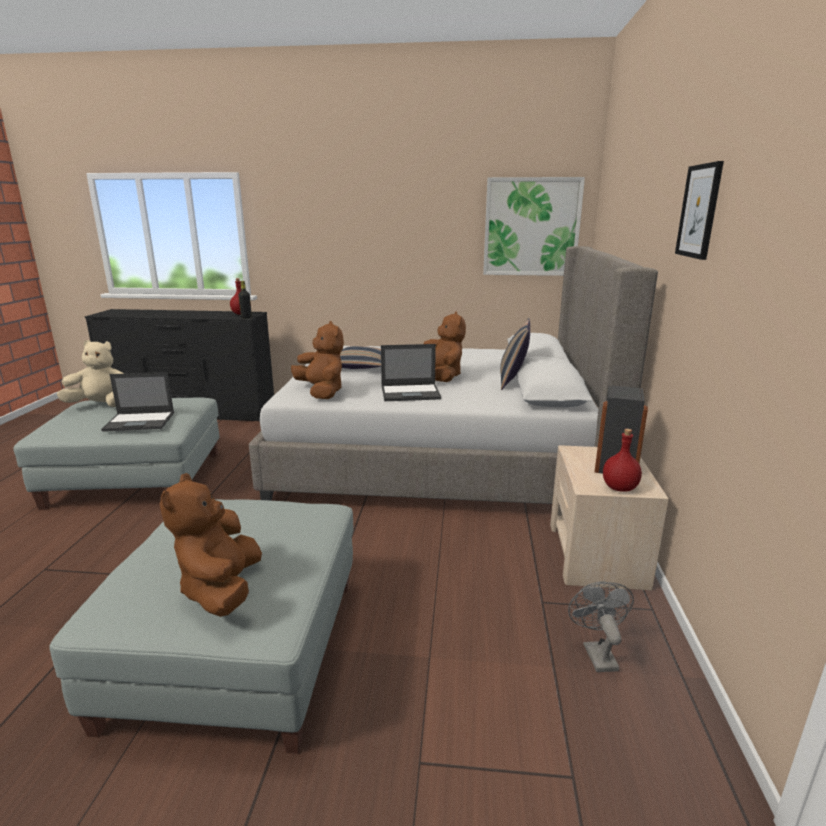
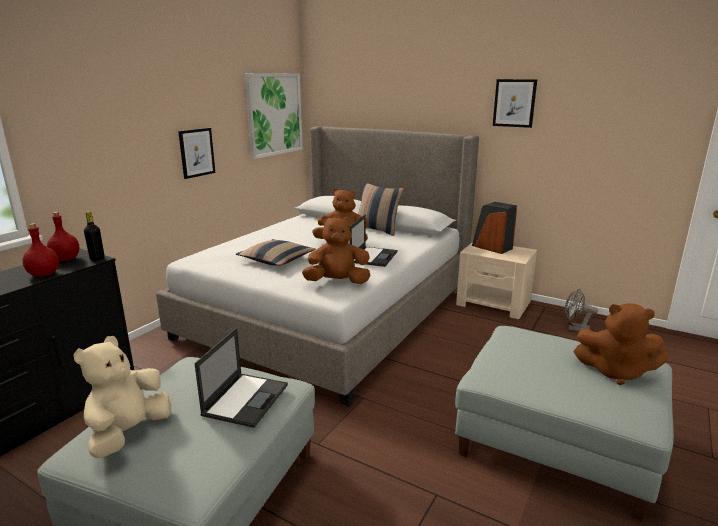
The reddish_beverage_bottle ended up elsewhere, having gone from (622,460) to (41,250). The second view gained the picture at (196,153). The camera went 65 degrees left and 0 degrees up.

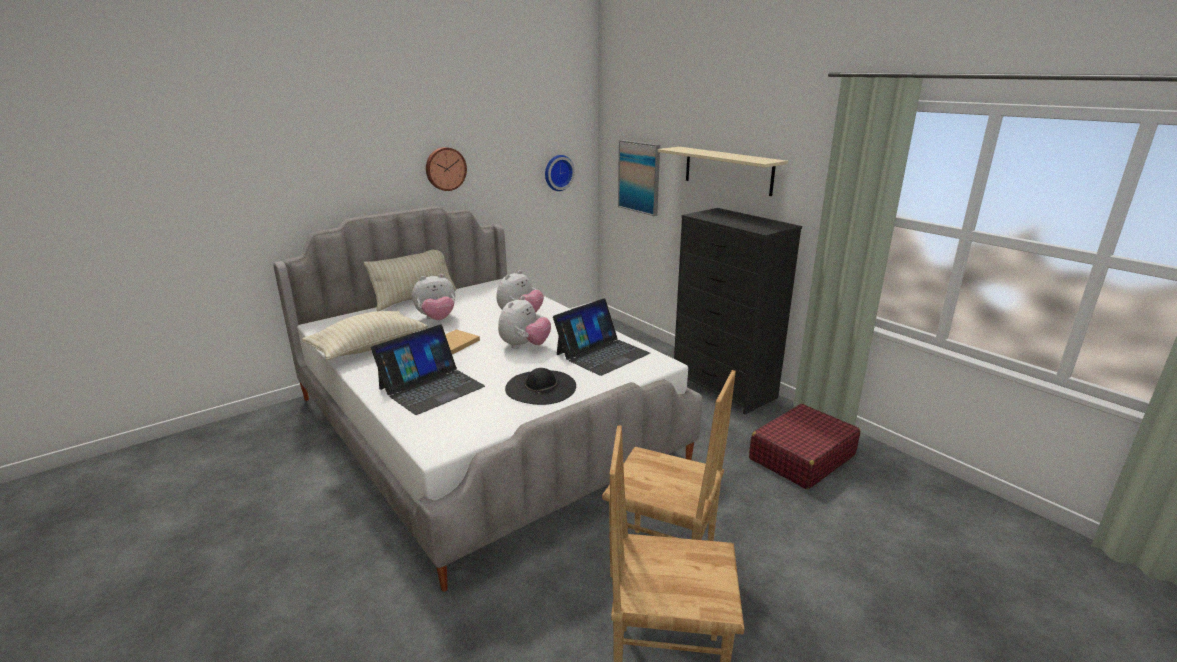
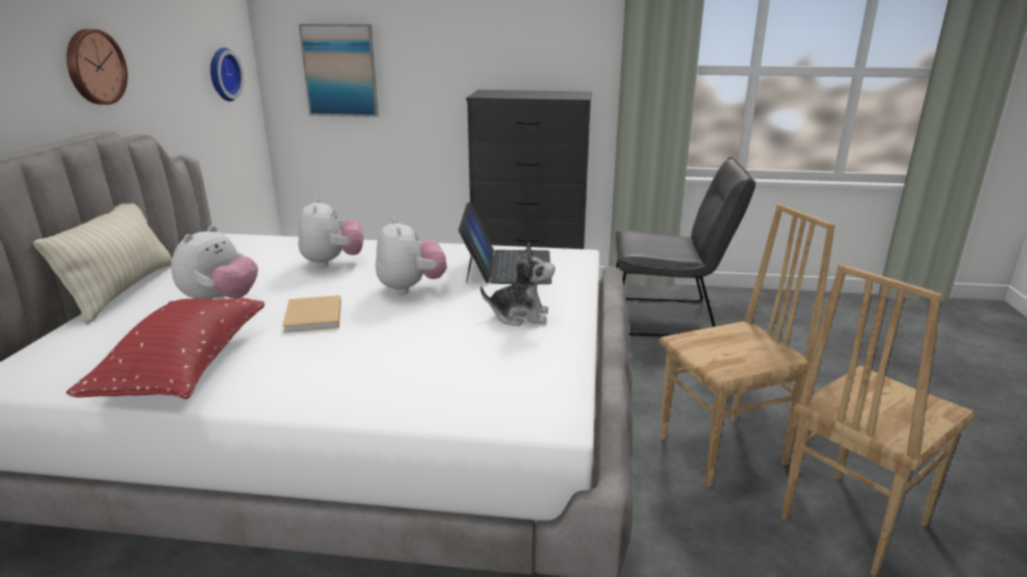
What was the sand-coloured_throw_pillow at (365,335) turned into the reddish_throw_pillow at (165,348). Where the black-coloured_clothing_hat stood at (540,386), the cuddly_toy came to stand at (517,284). Where the reddish_suitcase stood at (804,446), the gray_upright_chair came to stand at (685,247). The second view lost the notebook_computer at (428,369). The second view lost the sand-coloured_wall_shelf at (723,171). The camera went 45 degrees left and 0 degrees up.

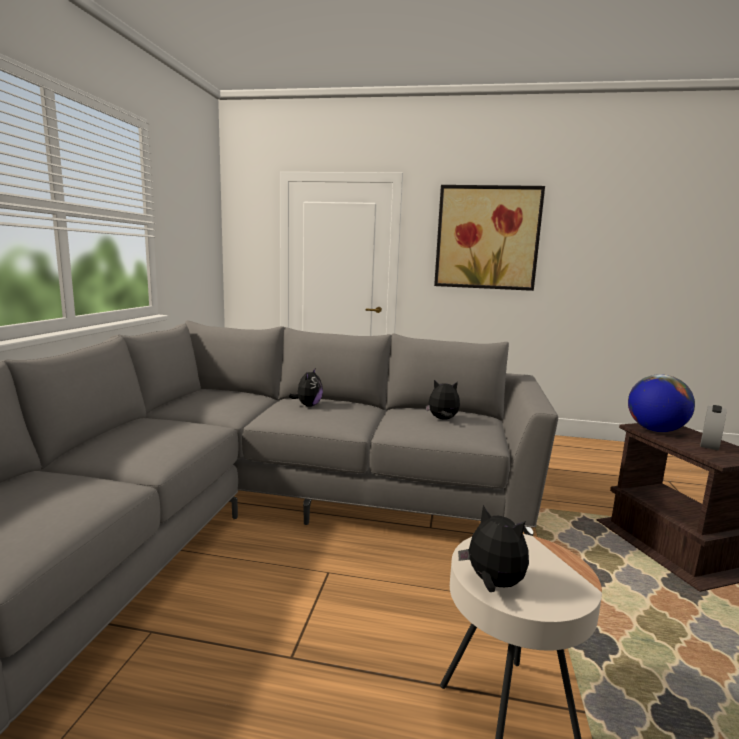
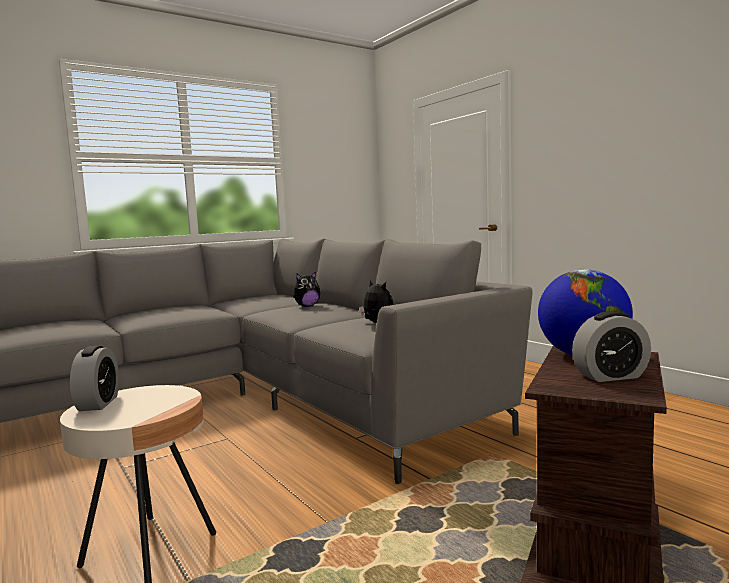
Where the cuddly_toy stood at (493,548), the alarm_clock came to stand at (94,378). The second view lost the picture at (489,238). The camera went 45 degrees right and 5 degrees down.

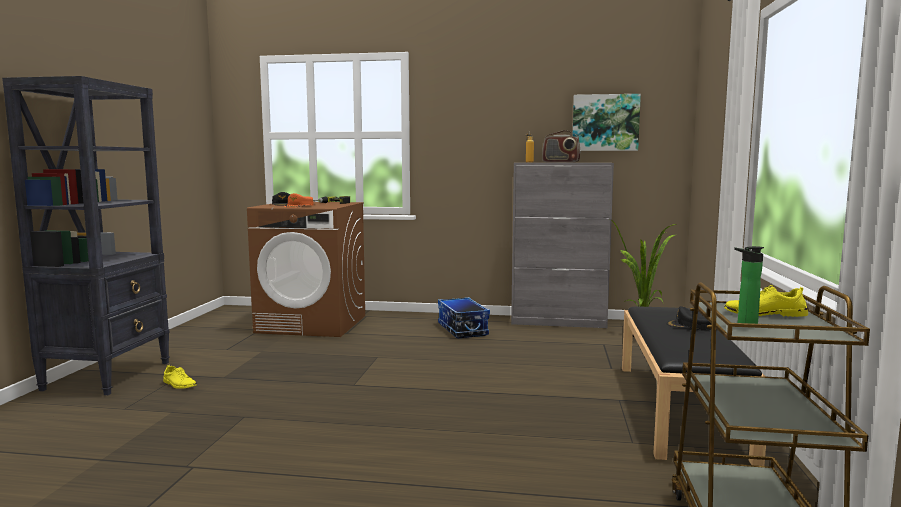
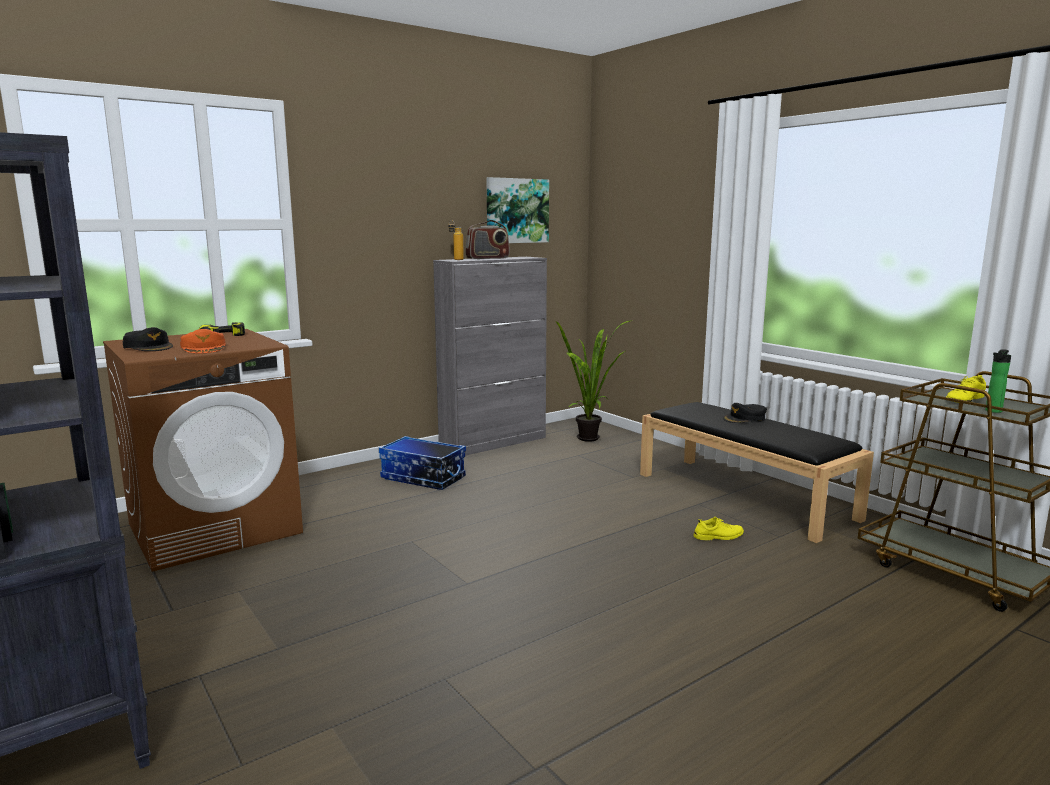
The yellowish_low_shoe ended up elsewhere, having gone from (180,377) to (718,528). The camera went 45 degrees left and 5 degrees up.

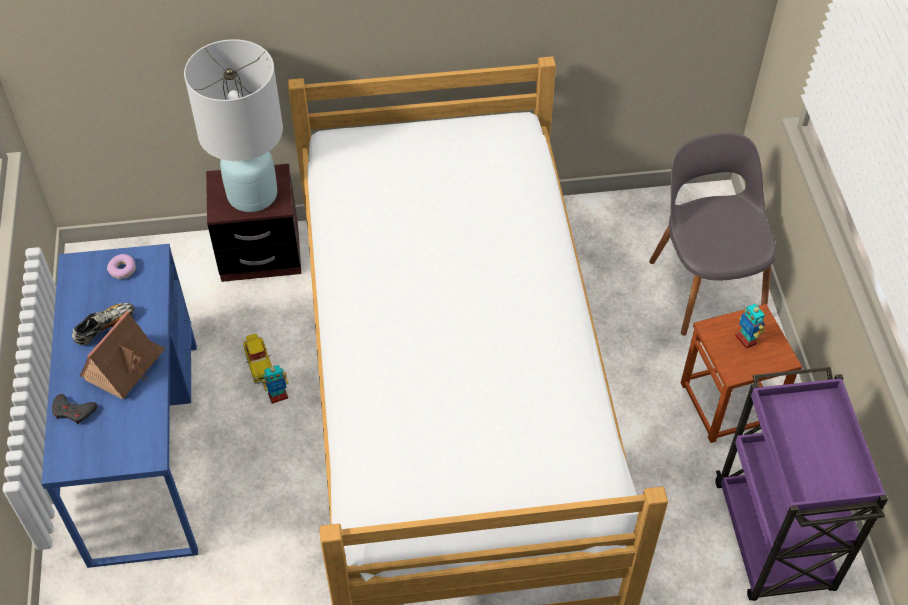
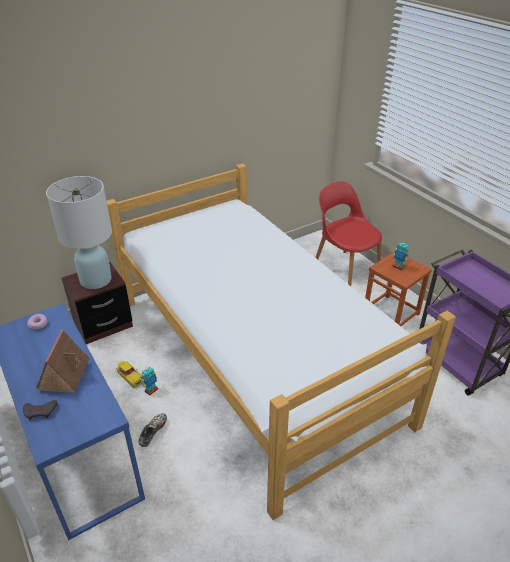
The low_shoe ended up elsewhere, having gone from (103,324) to (152,430). What was the gray_upright_chair at (712,234) turned into the reddish_upright_chair at (348,233). The camera went 25 degrees left and 15 degrees down.

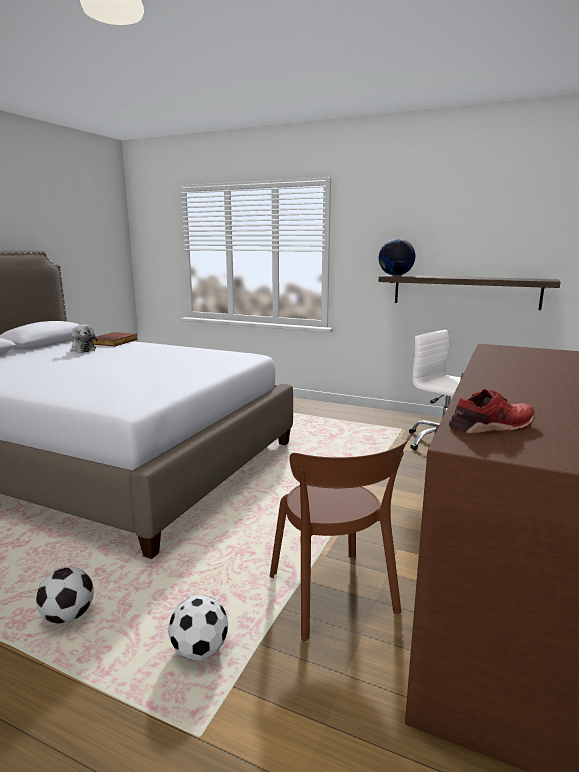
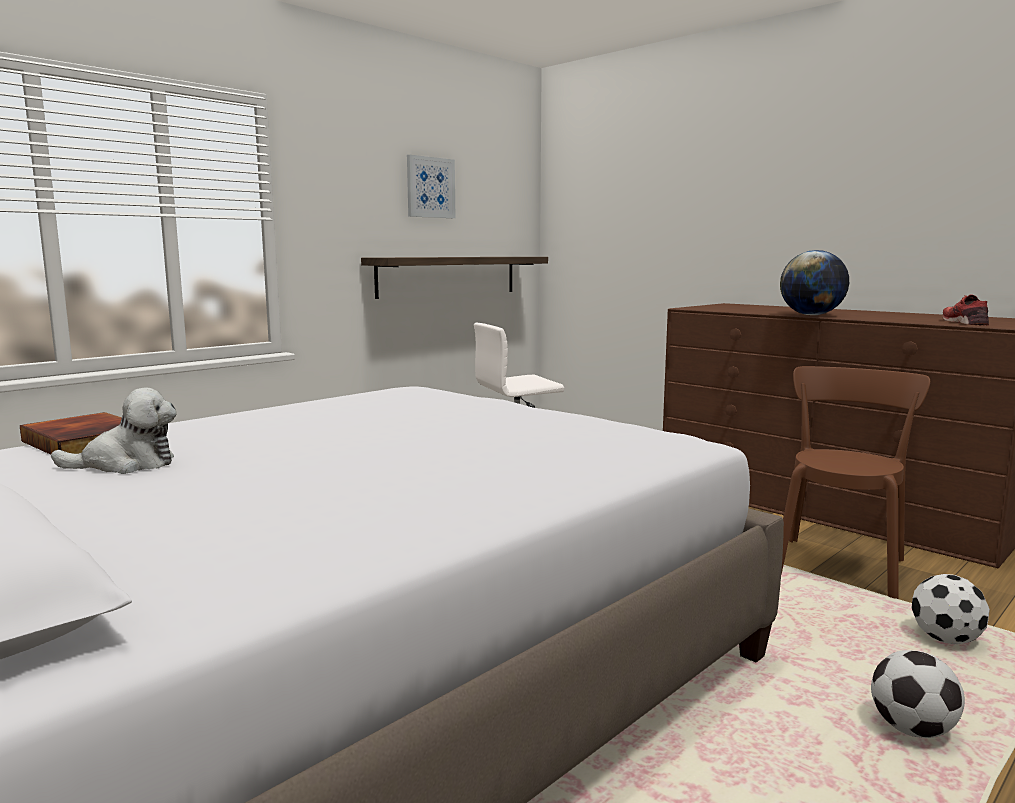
The second view gained the picture at (431,186). The desk_globe ended up elsewhere, having gone from (397,257) to (814,282). The brown-coloured_upright_chair at (340,538) ended up facing another way, 60 degrees counterclockwise from before. The camera went 70 degrees left and 5 degrees down.

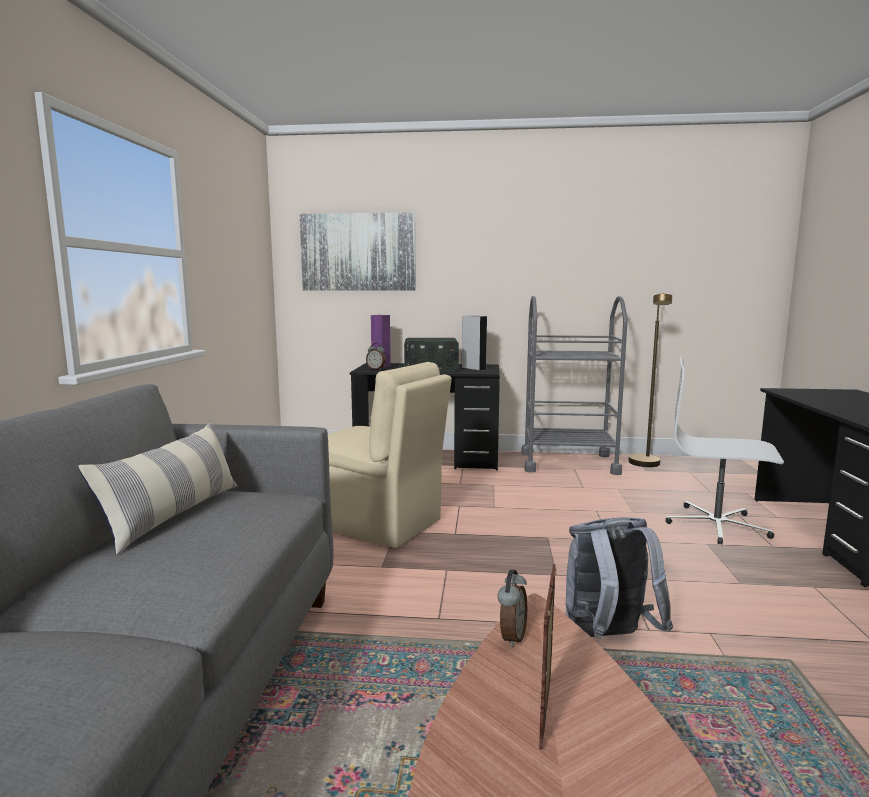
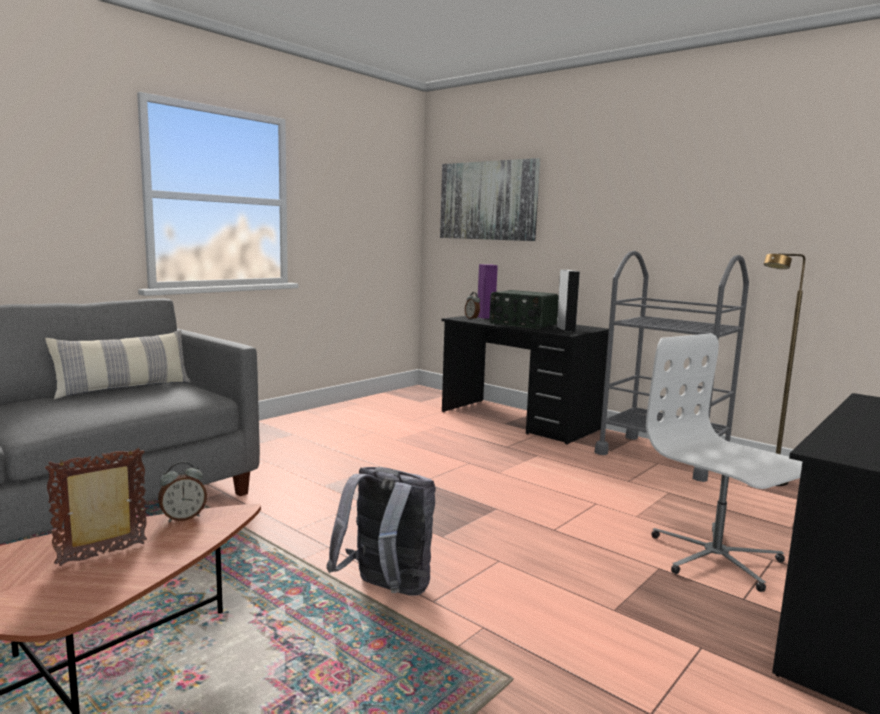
The second view lost the sand-coloured_upright_chair at (390,455). The camera went 35 degrees right and 0 degrees up.

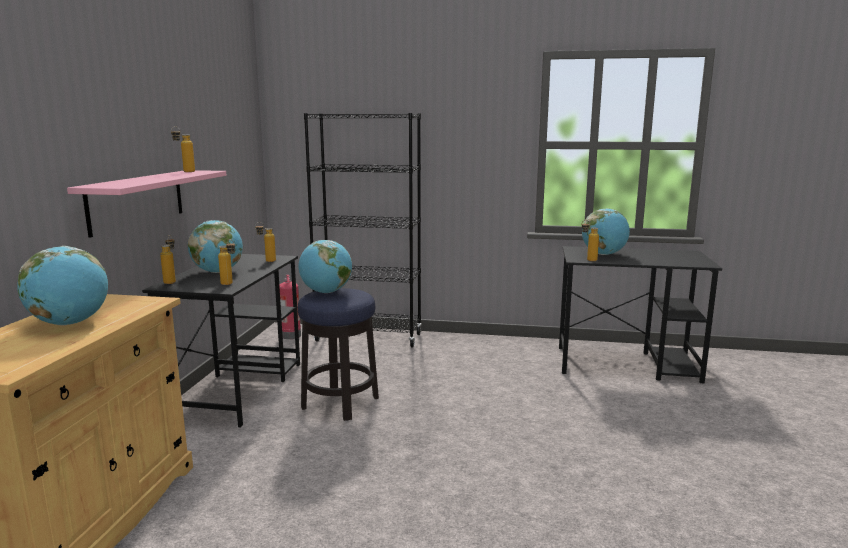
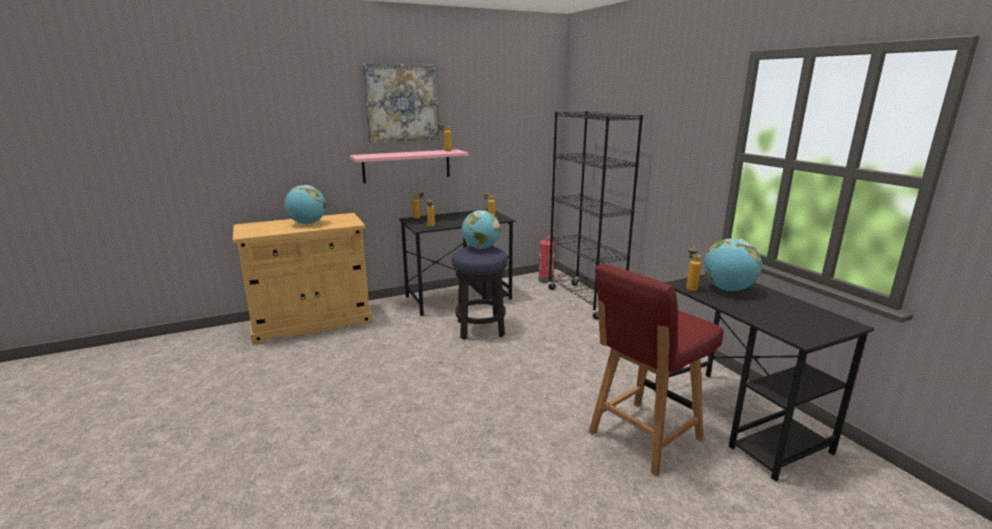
The second view gained the picture at (400,103). The second view gained the reddish_upright_chair at (656,369). The second view lost the desk_globe at (215,246). The camera went 55 degrees right and 5 degrees up.

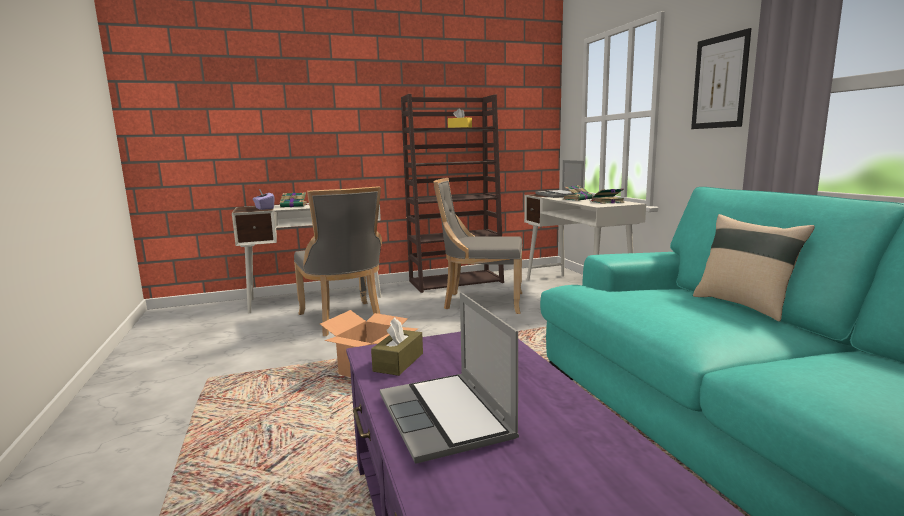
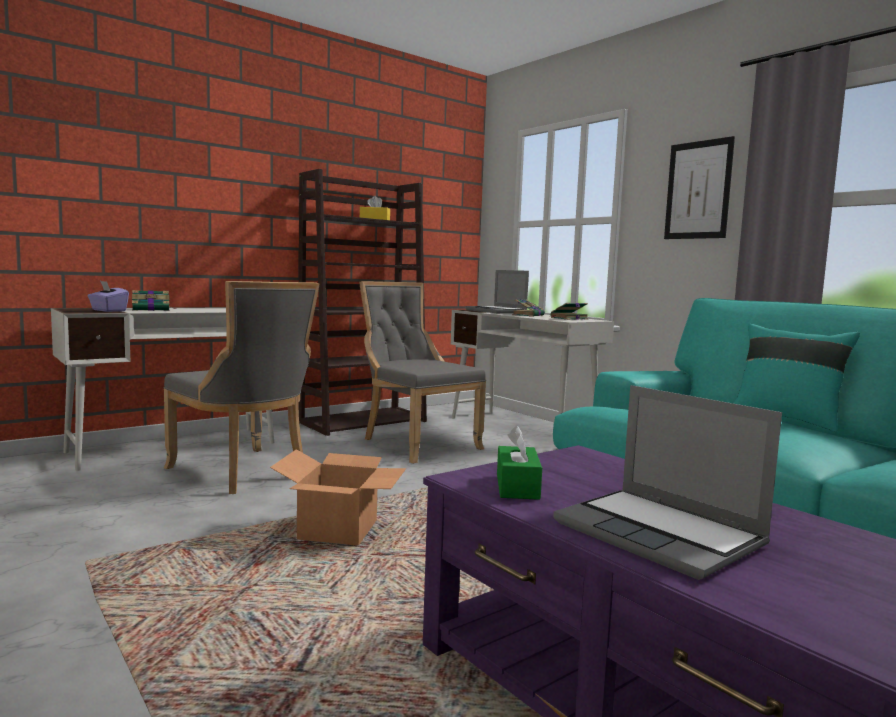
The gray_upright_chair at (478,246) ended up facing another way, 60 degrees clockwise from before. What was the brown-coloured_tissue_holder at (397,346) turned into the green-coloured_tissue_holder at (519,463). What was the sand-coloured_throw_pillow at (754,268) turned into the turquoise-coloured_throw_pillow at (796,377). The camera went 20 degrees left and 5 degrees down.

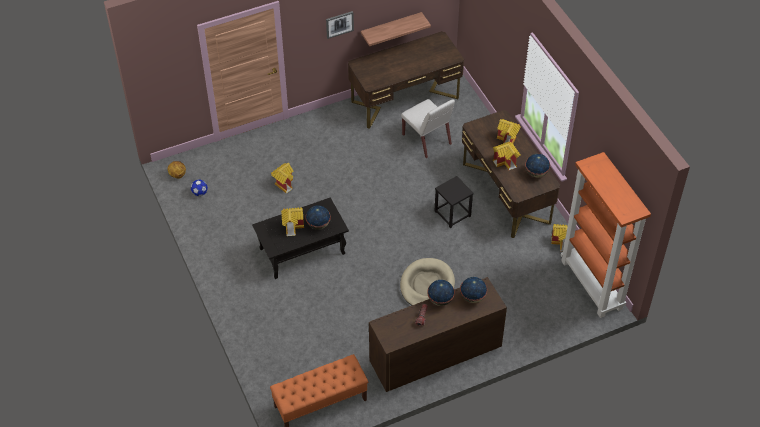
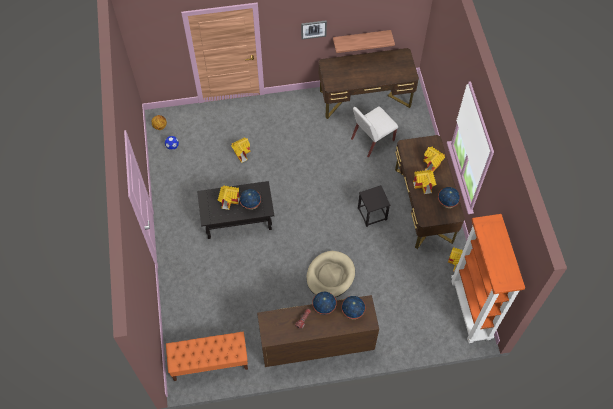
The white-coloured_upright_chair at (428,128) ended up facing another way, 75 degrees clockwise from before. The camera went 15 degrees right and 10 degrees up.

